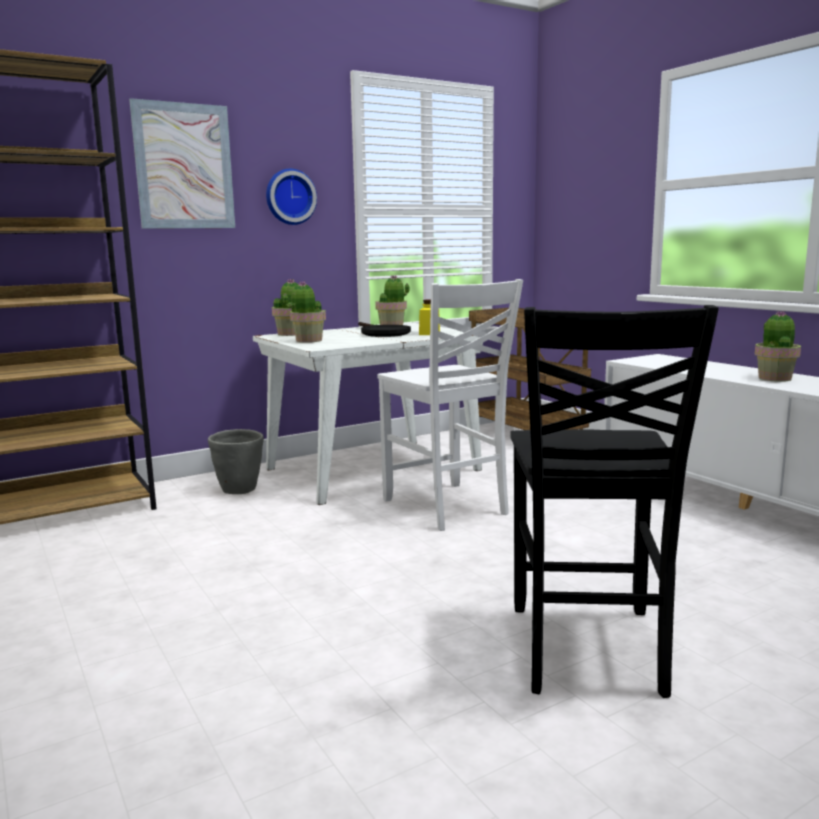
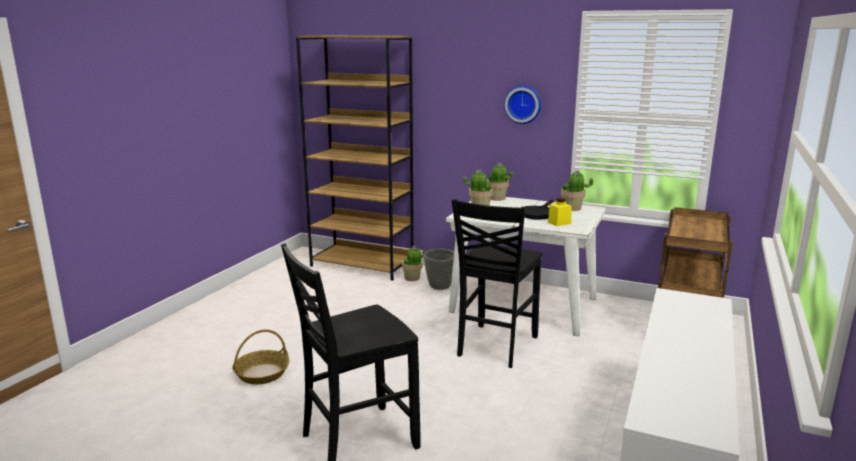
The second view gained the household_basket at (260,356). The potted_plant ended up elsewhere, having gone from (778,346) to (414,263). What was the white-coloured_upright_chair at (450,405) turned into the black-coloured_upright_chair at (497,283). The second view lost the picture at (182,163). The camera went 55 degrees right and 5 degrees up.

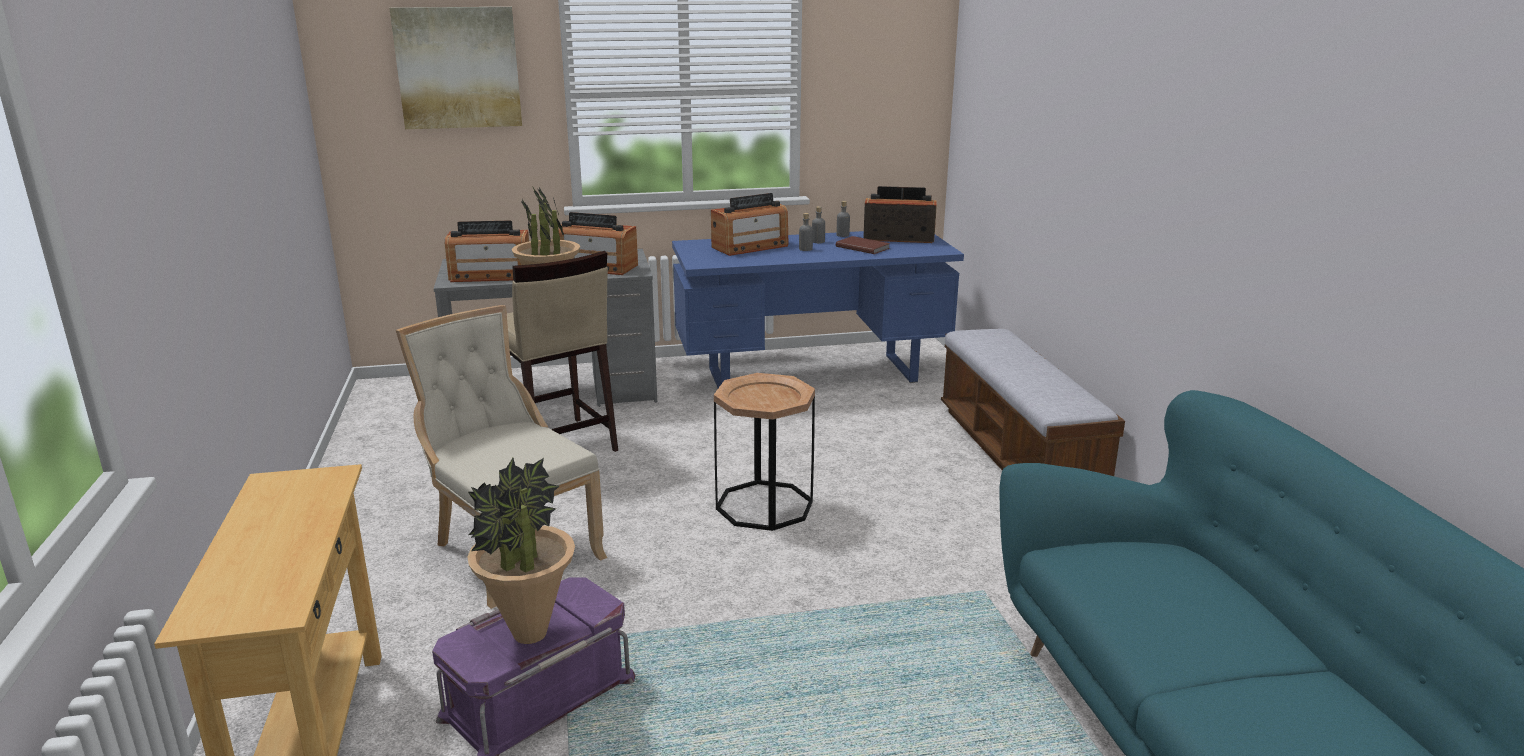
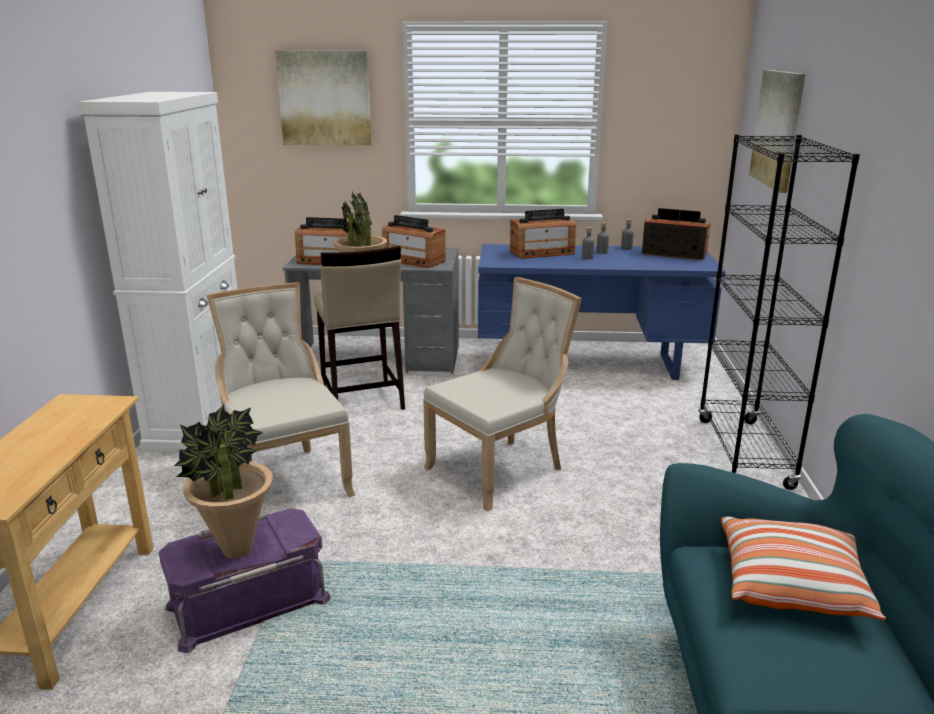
The second view gained the white-coloured_cabinet at (157,272). Where the brown-coloured_accent_table stood at (764,452), the sand-coloured_upright_chair came to stand at (502,394). Where the long_seat stood at (1033,402), the black-coloured_bookcase came to stand at (779,312). The second view gained the throw_pillow at (803,568). The second view gained the picture at (777,131). The second view lost the brown-coloured_volume at (863,245). The camera went 15 degrees right and 0 degrees up.

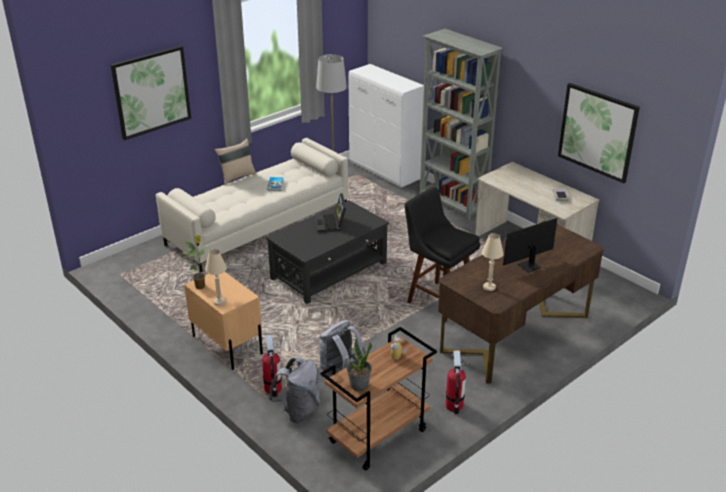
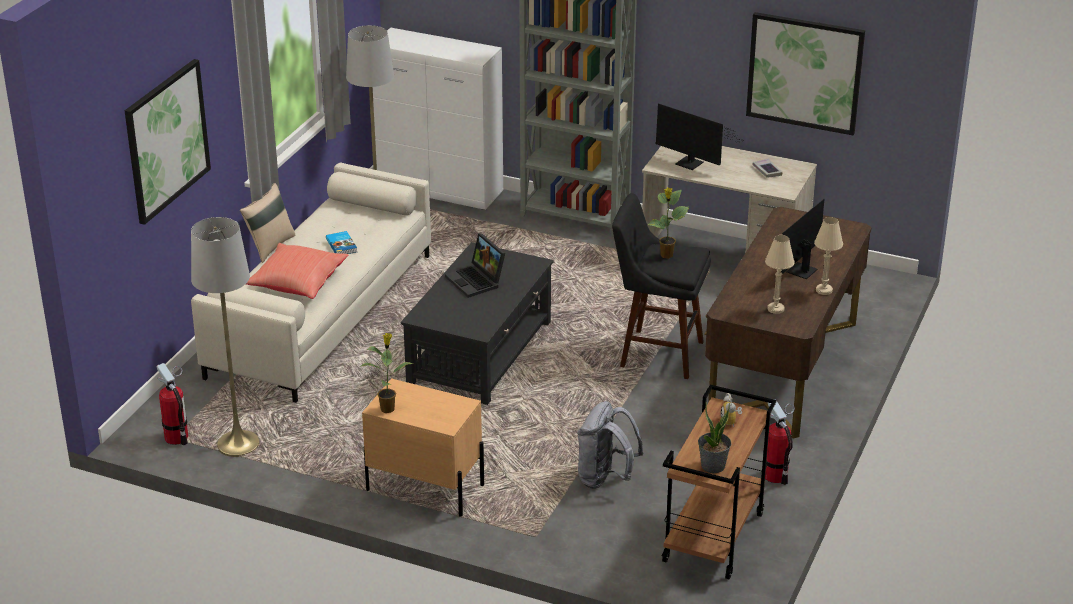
The fire_extinguisher ended up elsewhere, having gone from (272,366) to (172,404). The second view gained the gray_standing_lamp at (225,337). The second view gained the reddish_throw_pillow at (297,271). The second view gained the potted_plant at (668,223). The second view gained the monitor at (697,136). The sand-coloured_lamp_for_a_table ended up elsewhere, having gone from (216,277) to (828,256). The second view lost the gray_backpack at (294,389). The camera went 25 degrees left and 0 degrees up.

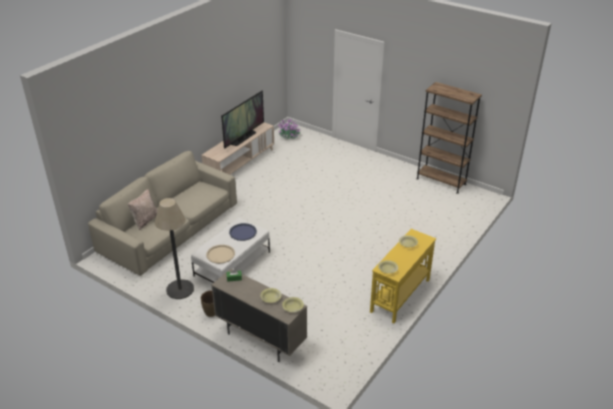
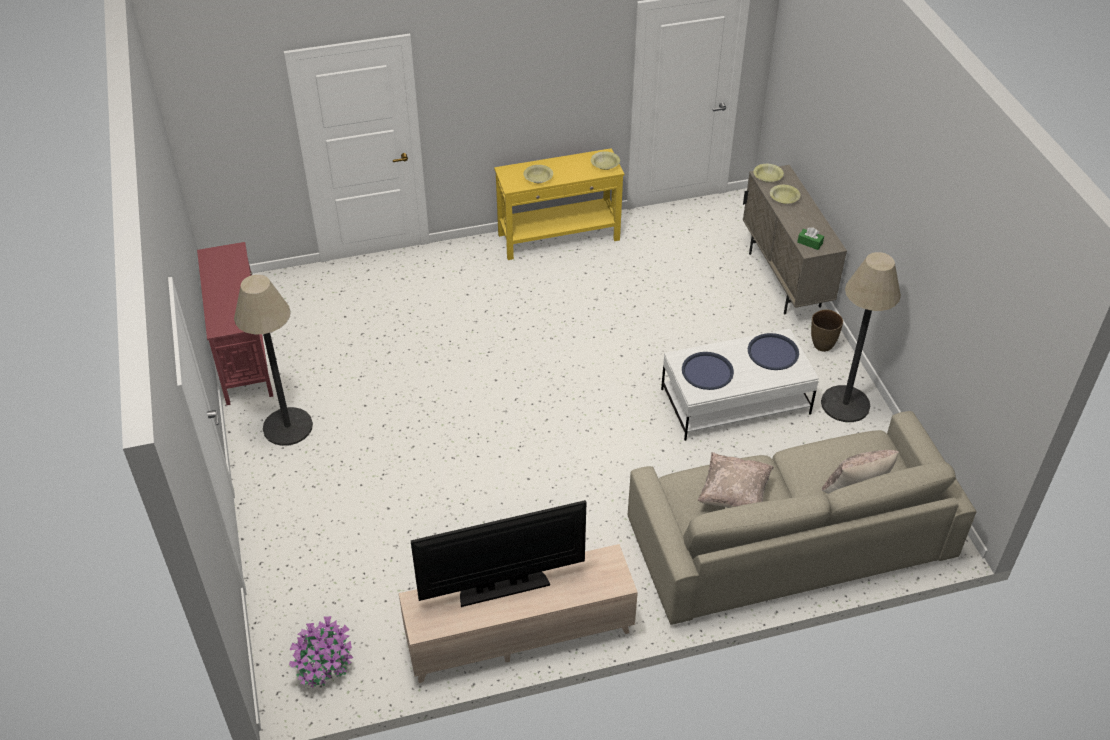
Where the brown-coloured_bookcase stood at (449,138), the reddish_hall_table came to stand at (235,323). The second view gained the standing_lamp at (273,360). The second view gained the sand-coloured_throw_pillow at (736,480). What was the sand-coloured_carrying_tray at (220,254) turned into the blue-coloured_carrying_tray at (773,351). The camera went 140 degrees left and 10 degrees up.

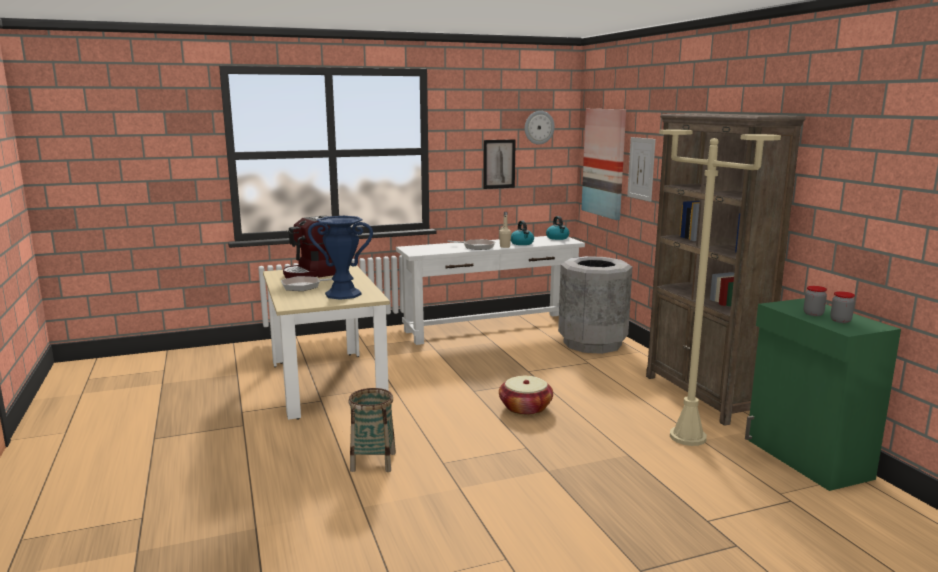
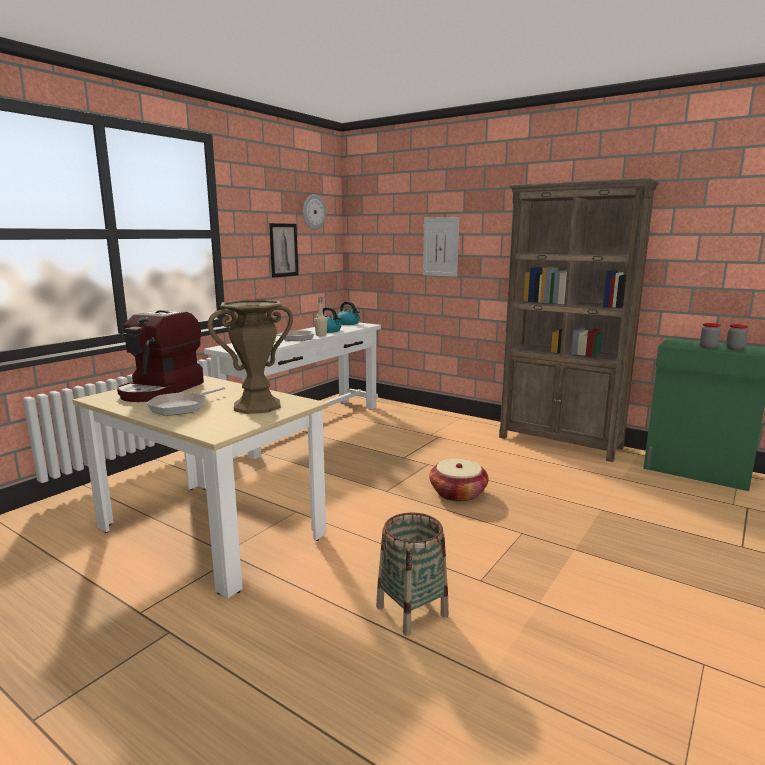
What was the blue-coloured_flower_vase at (340,258) turned into the brown-coloured_flower_vase at (250,356). The second view lost the gray_rubbish_bin at (595,305). The second view lost the picture at (603,164). The second view lost the sand-coloured_standing_lamp at (720,288). The camera went 35 degrees left and 0 degrees up.

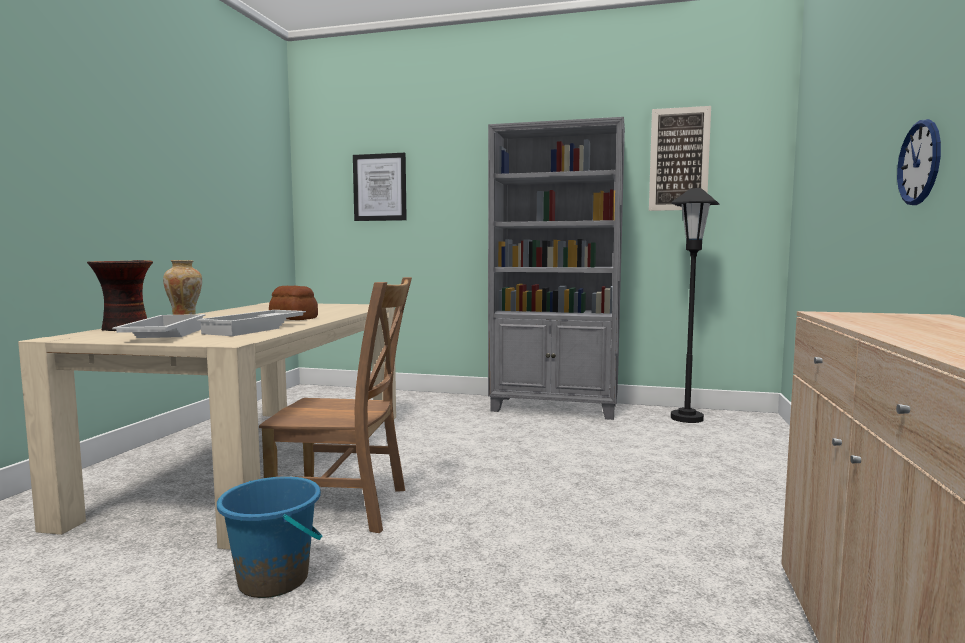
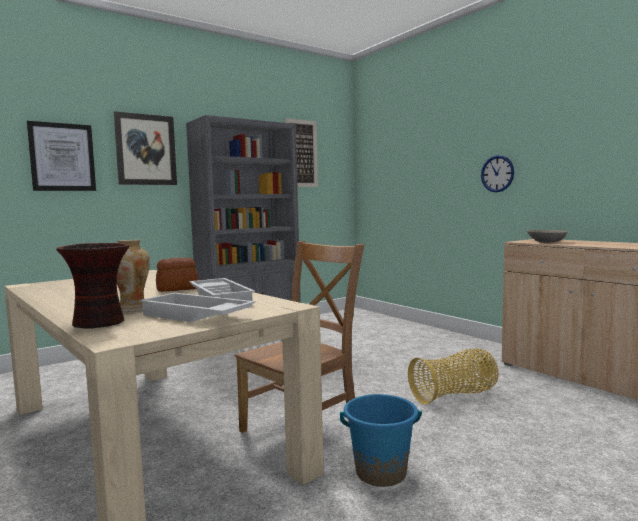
The second view gained the picture at (145,148). The second view gained the household_basket at (453,377). The second view gained the gray_bowl at (547,236). The second view lost the black-coloured_standing_lamp at (695,305). The camera went 50 degrees left and 0 degrees up.

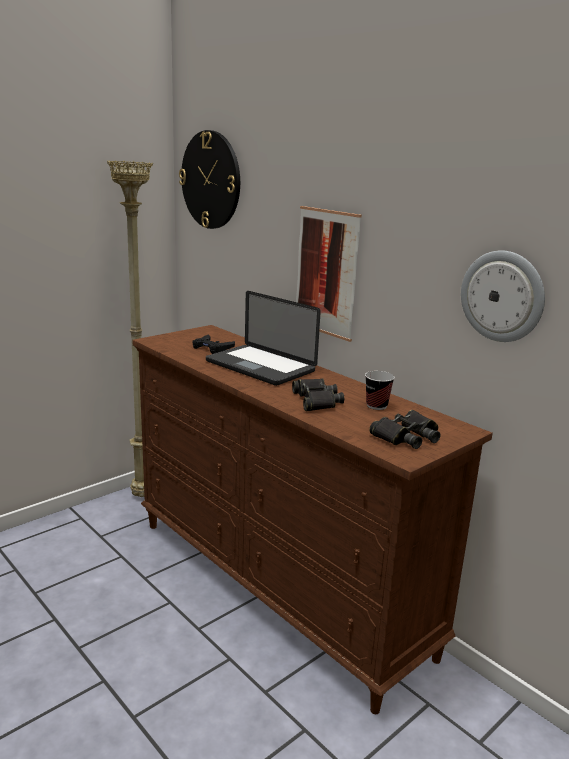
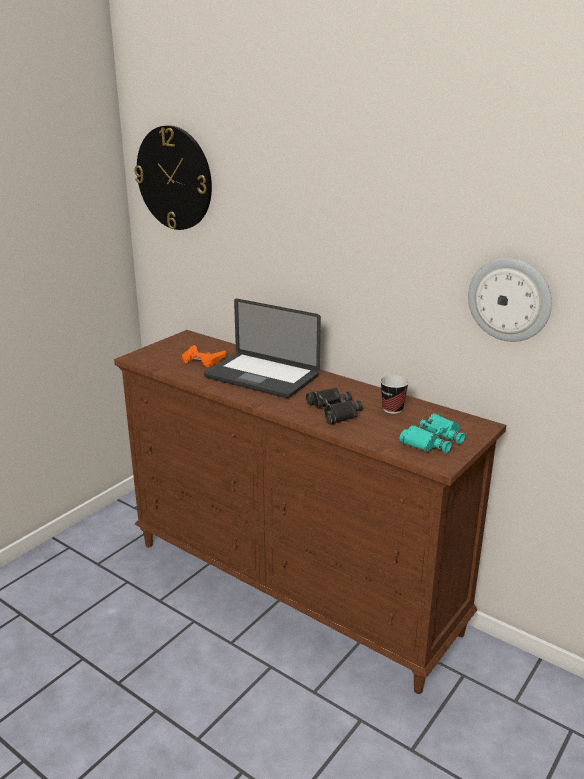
What was the black-coloured_game_controller at (214,344) turned into the orange-coloured_game_controller at (204,356). What was the black-coloured_pair_of_binoculars at (405,429) turned into the turquoise-coloured_pair_of_binoculars at (432,433). The second view lost the sand-coloured_standing_lamp at (130,328). The second view lost the picture at (329,274). The camera went 10 degrees left and 5 degrees up.

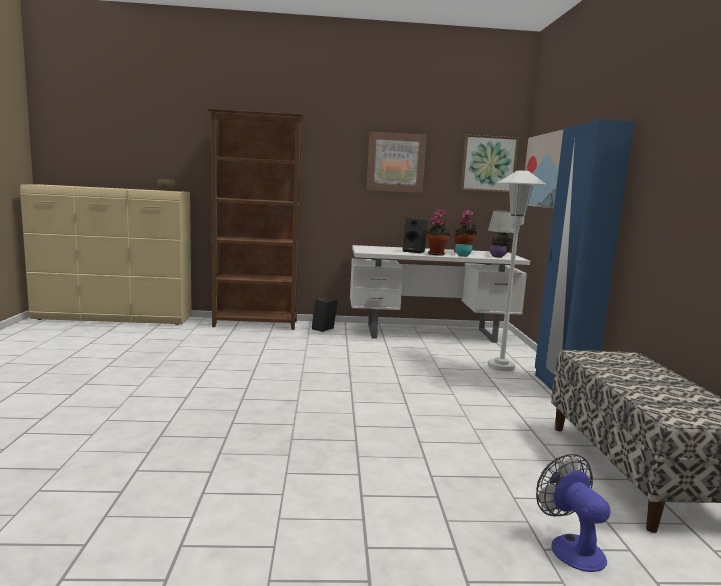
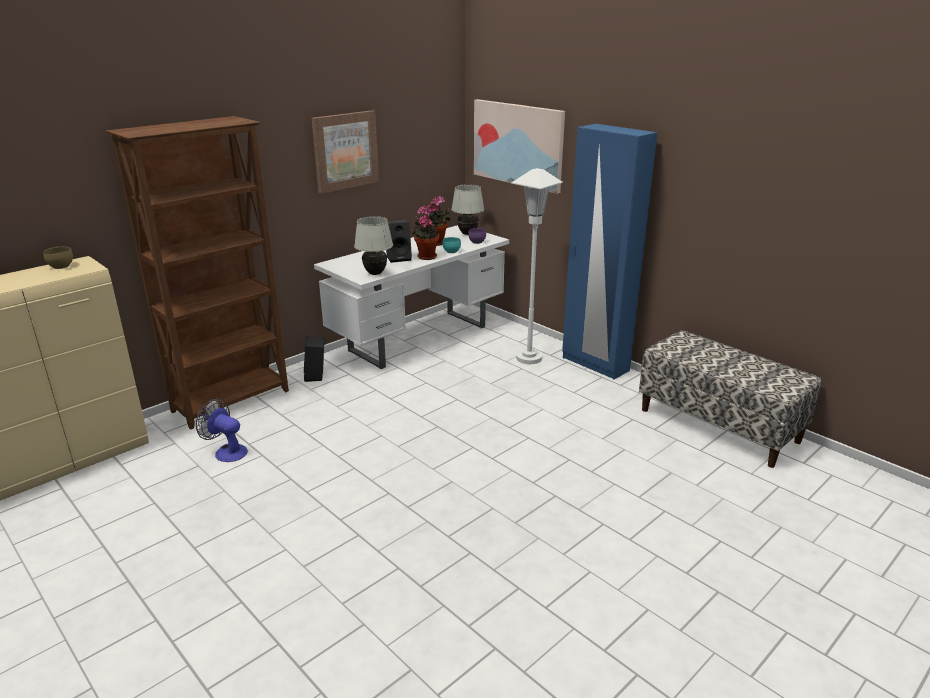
The fan ended up elsewhere, having gone from (573,513) to (222,430). The second view gained the white-coloured_lamp_for_a_table at (373,245). The second view lost the picture at (489,163). The camera went 40 degrees left and 15 degrees up.

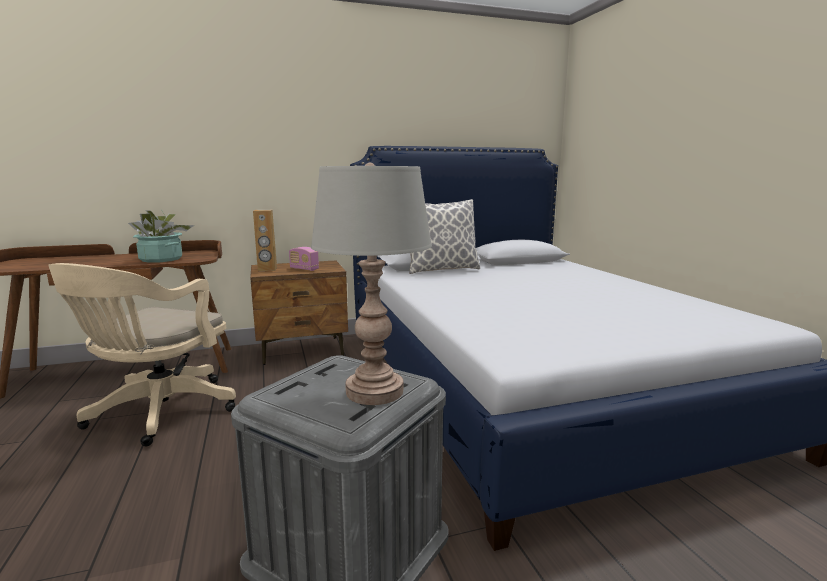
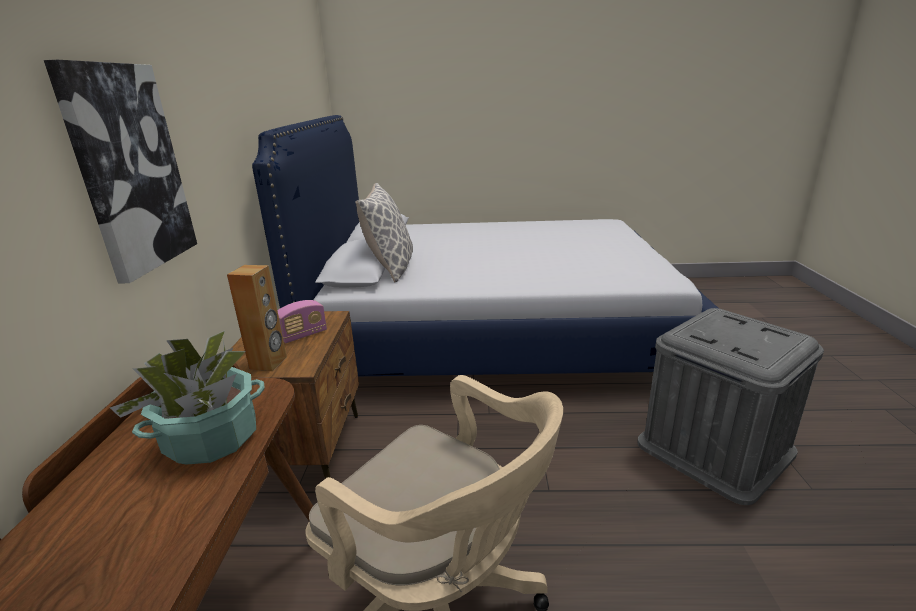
The second view gained the picture at (120,172). The second view lost the gray_lamp_for_a_table at (371,284). The camera went 70 degrees left and 10 degrees up.

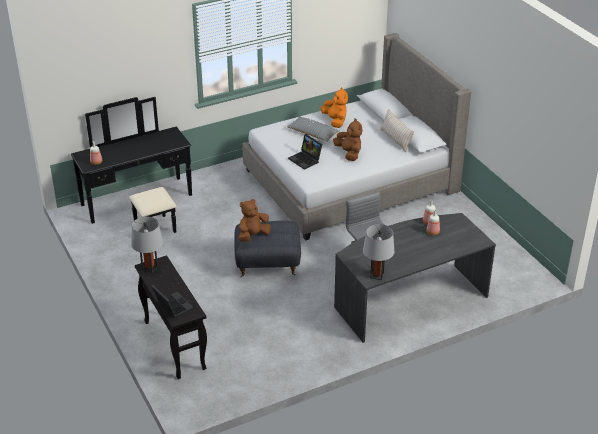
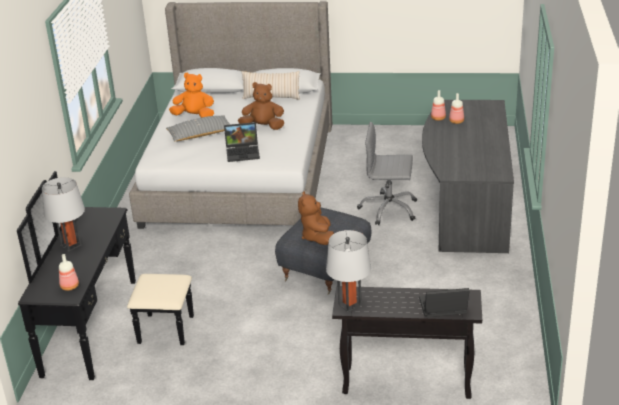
The gray_lamp_for_a_table ended up elsewhere, having gone from (378,252) to (63,214). The camera went 55 degrees left and 5 degrees down.

